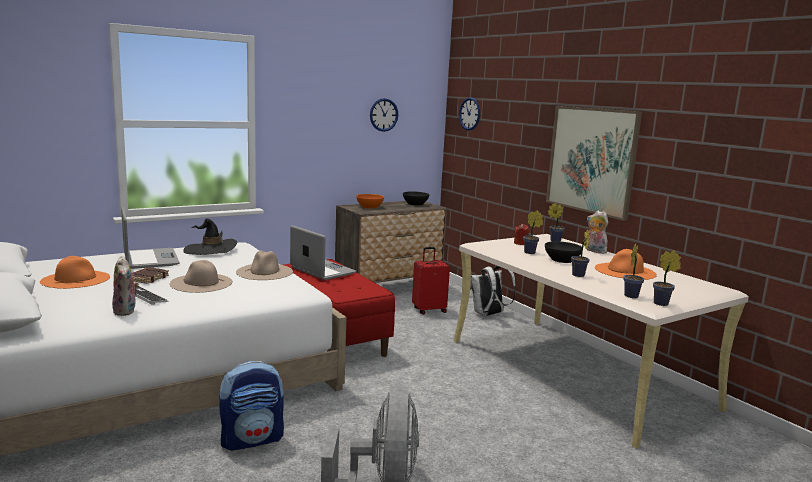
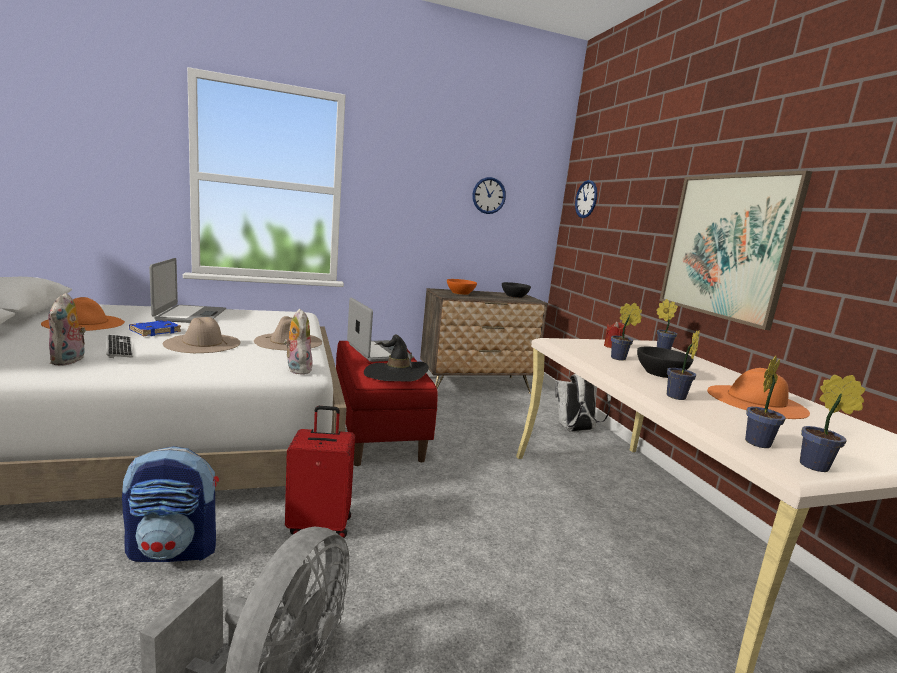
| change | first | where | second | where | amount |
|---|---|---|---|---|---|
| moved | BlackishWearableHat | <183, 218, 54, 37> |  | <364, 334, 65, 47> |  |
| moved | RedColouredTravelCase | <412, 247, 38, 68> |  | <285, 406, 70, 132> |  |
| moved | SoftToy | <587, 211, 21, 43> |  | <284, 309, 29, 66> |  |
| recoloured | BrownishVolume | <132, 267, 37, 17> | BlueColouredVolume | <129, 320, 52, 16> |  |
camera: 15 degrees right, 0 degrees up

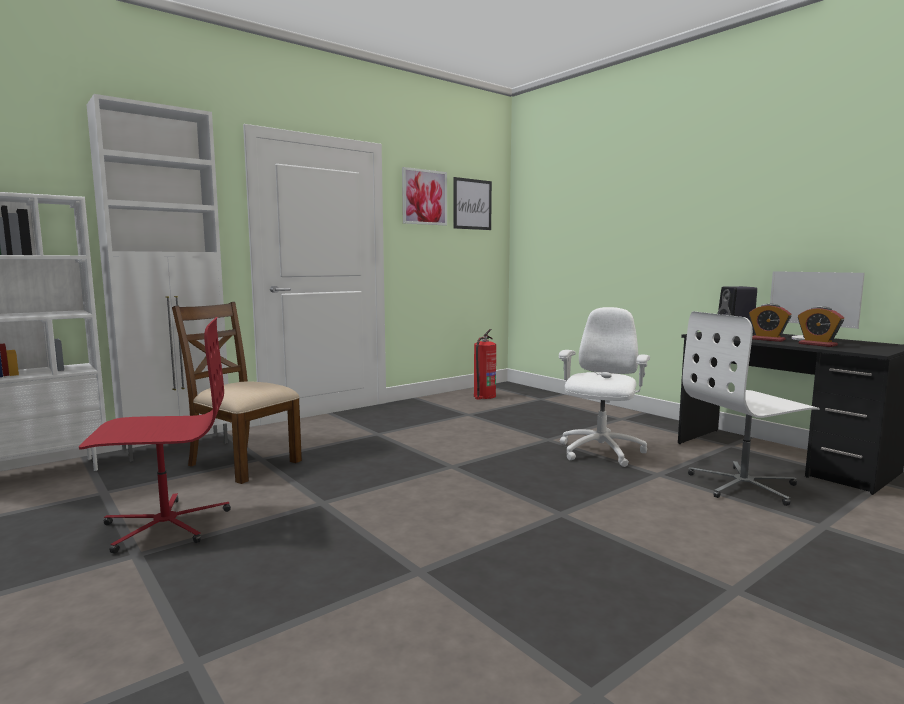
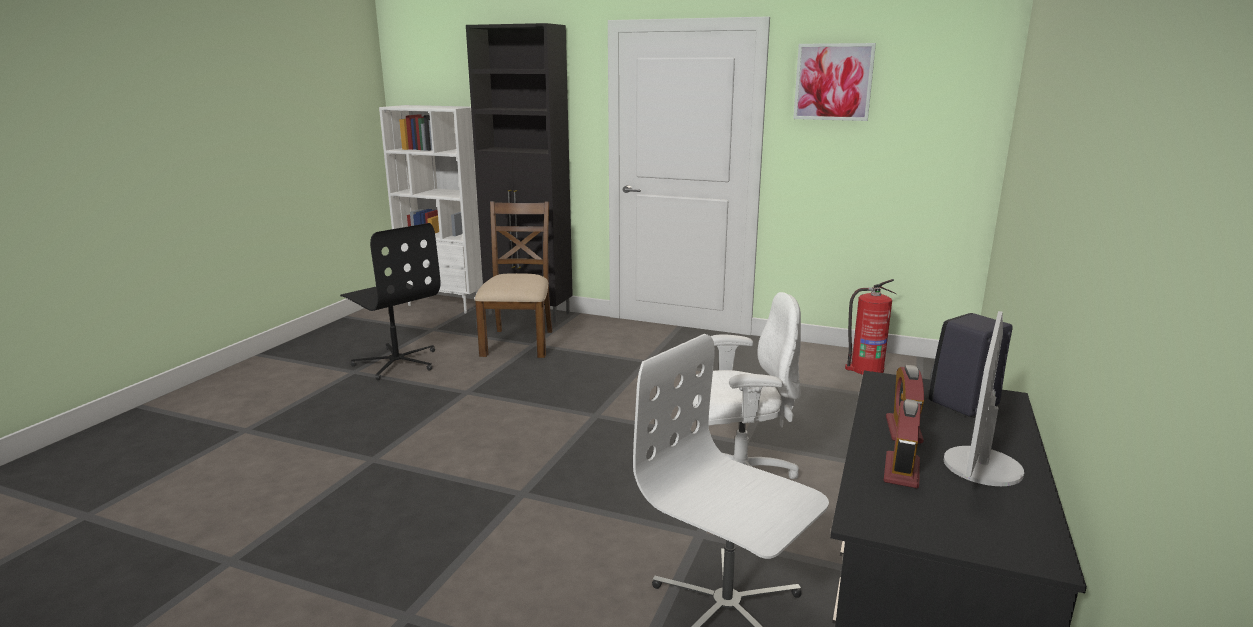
| change | first | where | second | where | amount |
|---|---|---|---|---|---|
| removed | WallPicture | <454, 177, 38, 53> |  |  |  |
| recoloured | RedColouredDeskChair | <79, 317, 152, 237> | BlackishDeskChair | <340, 223, 101, 157> |  |
| recoloured | WhiteColouredStorageCabinet | <87, 94, 144, 368> | BlackishStorageCabinet | <466, 23, 107, 300> |  |
camera: 60 degrees right, 10 degrees up

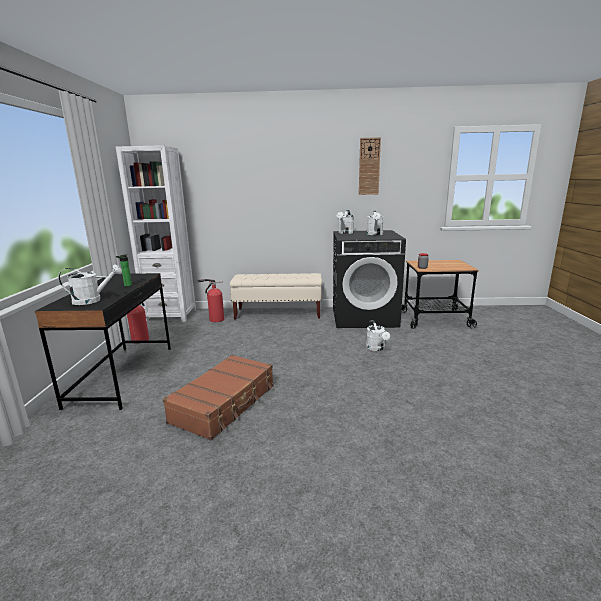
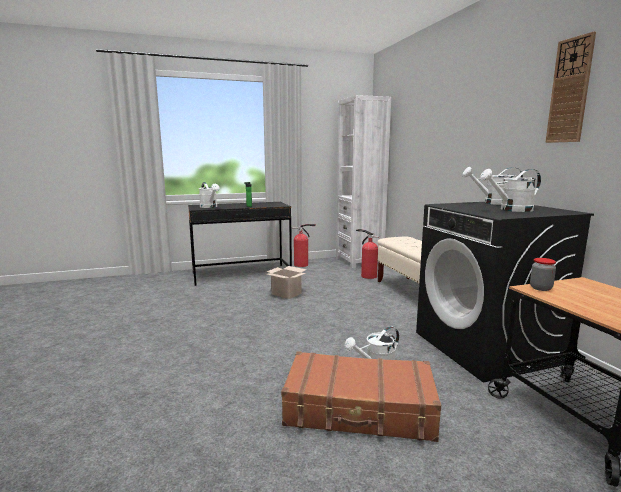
| change | first | where | second | where | amount |
|---|---|---|---|---|---|
| added |  |  | Carton | <266, 266, 41, 33> |  |
| moved | BrownishTravelCase | <163, 355, 111, 85> |  | <281, 351, 160, 91> |  |
camera: 70 degrees right, 5 degrees down

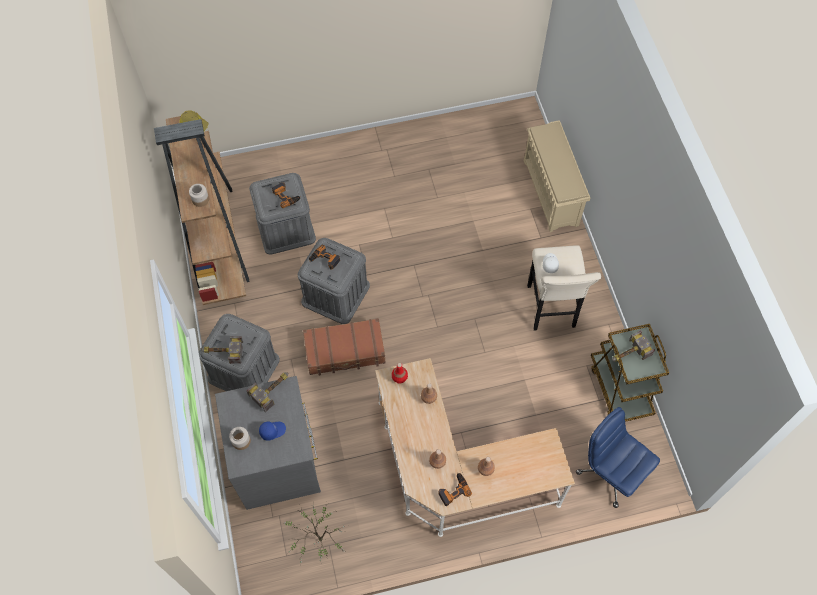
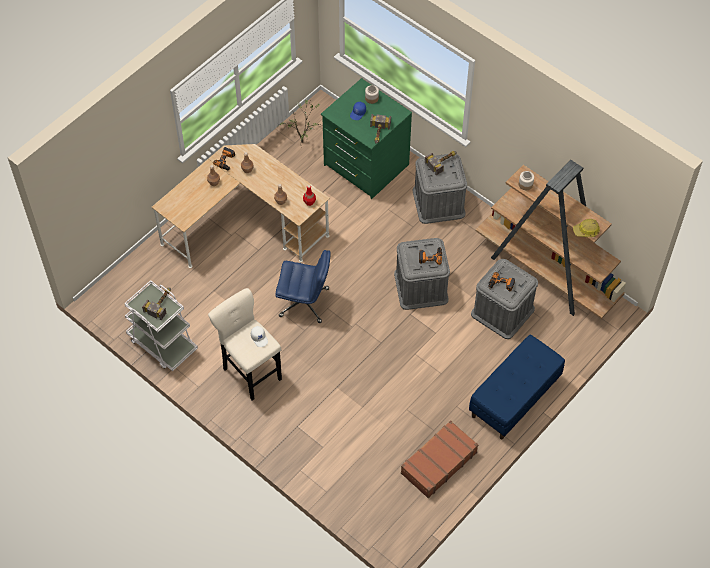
| change | first | where | second | where | amount |
|---|---|---|---|---|---|
| removed | BeigeColouredShoeRack | <524, 120, 66, 112> |  |  |  |
| added |  |  | BlueColouredBench | <469, 335, 96, 105> |  |
| moved | BrownishTravelCase | <303, 318, 83, 58> |  | <401, 420, 77, 78> |  |
| moved | BlueColouredDeskChair | <576, 407, 84, 101> |  | <275, 250, 55, 73> |  |
| recoloured | GreyChestOfDrawers | <215, 376, 106, 134> | GreenishChestOfDrawers | <321, 78, 91, 121> |  |
| recoloured | BrownishCart | <591, 324, 78, 98> | WhiteColouredCart | <124, 280, 74, 91> |  |
camera: 145 degrees right, 5 degrees down

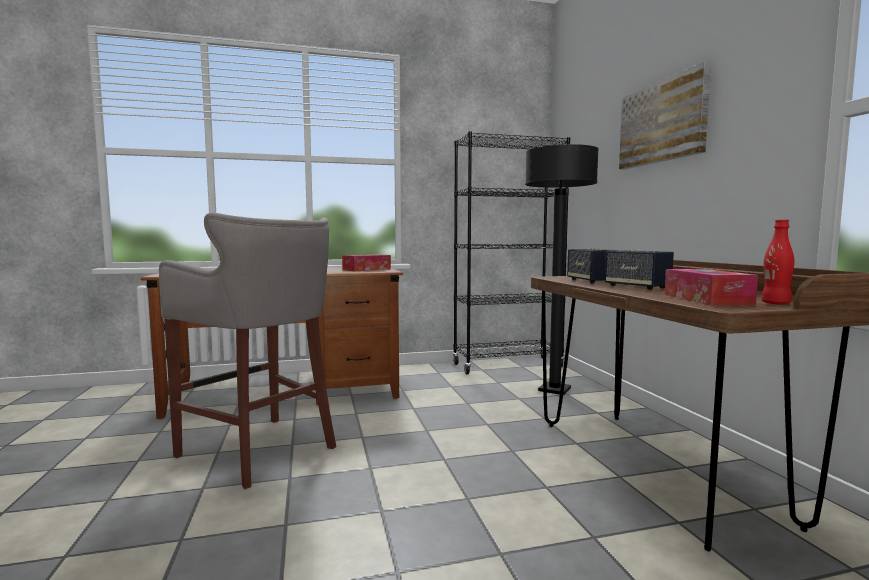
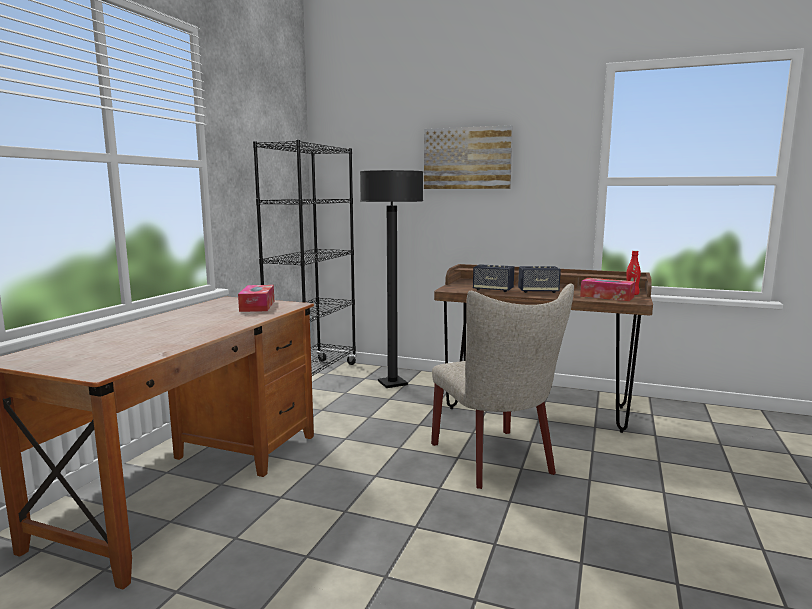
| change | first | where | second | where | amount |
|---|---|---|---|---|---|
| removed | GreyStool | <159, 213, 177, 276> |  |  |  |
| added |  |  | BeigeColouredChair | <431, 284, 143, 205> |  |
camera: 55 degrees left, 5 degrees up

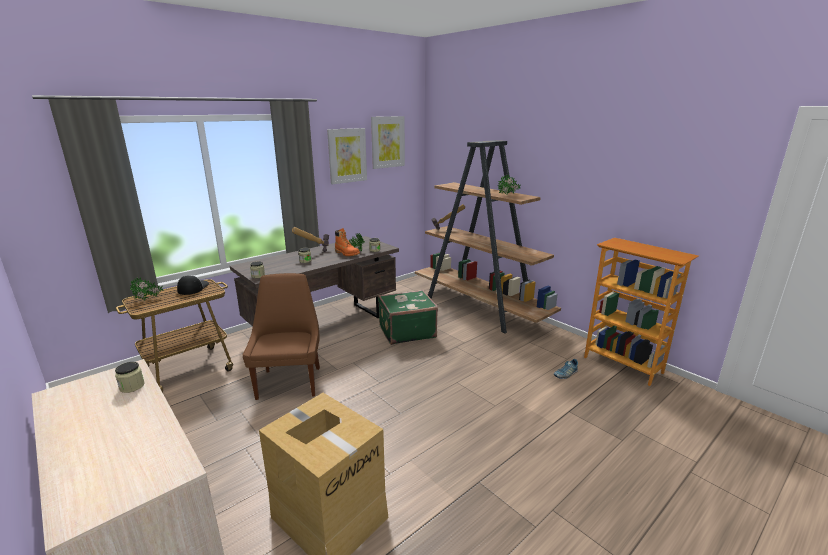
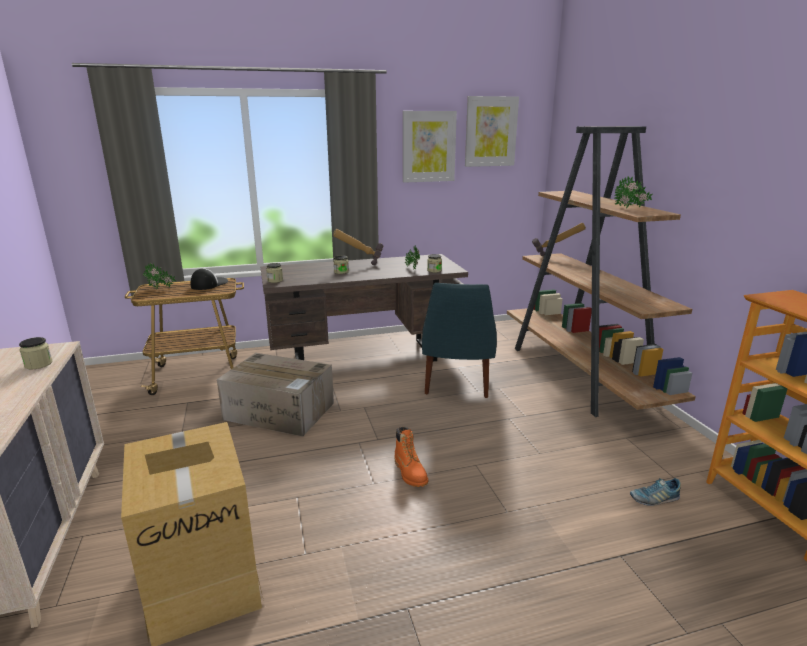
| change | first | where | second | where | amount |
|---|---|---|---|---|---|
| moved | OrangeyTallBoot | <335, 228, 25, 28> |  | <394, 426, 34, 61> |  |
| replaced | BrownishChair | <243, 273, 77, 127> | Carton | <217, 353, 117, 84> |  |
| replaced | GreenishTravelCase | <378, 290, 60, 55> | BlueColouredChair | <422, 283, 75, 115> |  |
camera: 25 degrees right, 0 degrees up

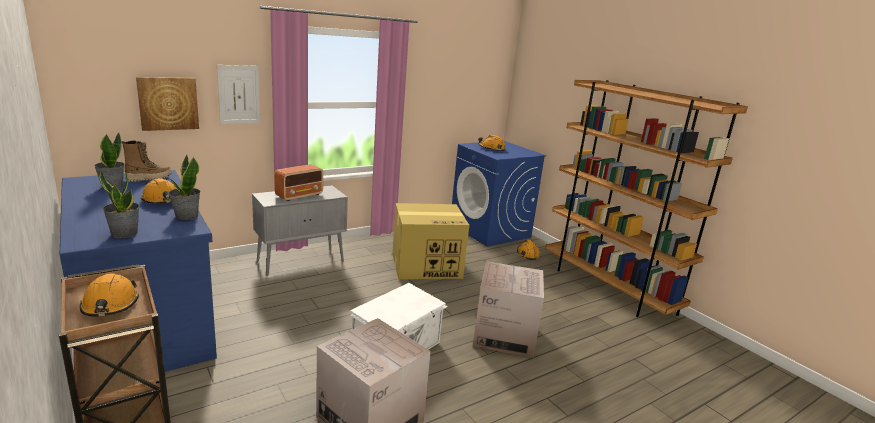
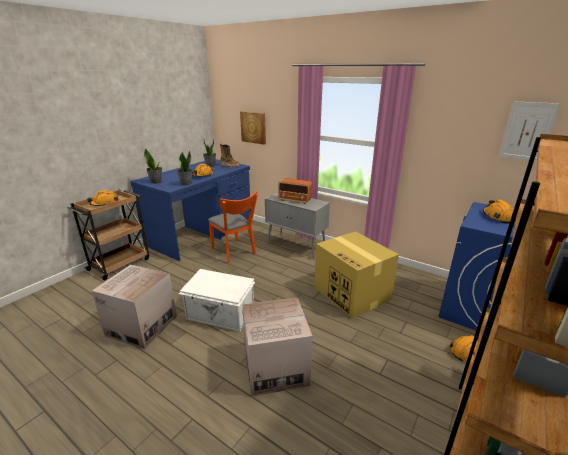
| change | first | where | second | where | amount |
|---|---|---|---|---|---|
| added |  |  | OrangeyChair | <208, 191, 50, 72> |  |
| moved | WallPicture | <217, 65, 43, 59> |  | <499, 101, 62, 60> |  |
camera: 70 degrees right, 5 degrees up

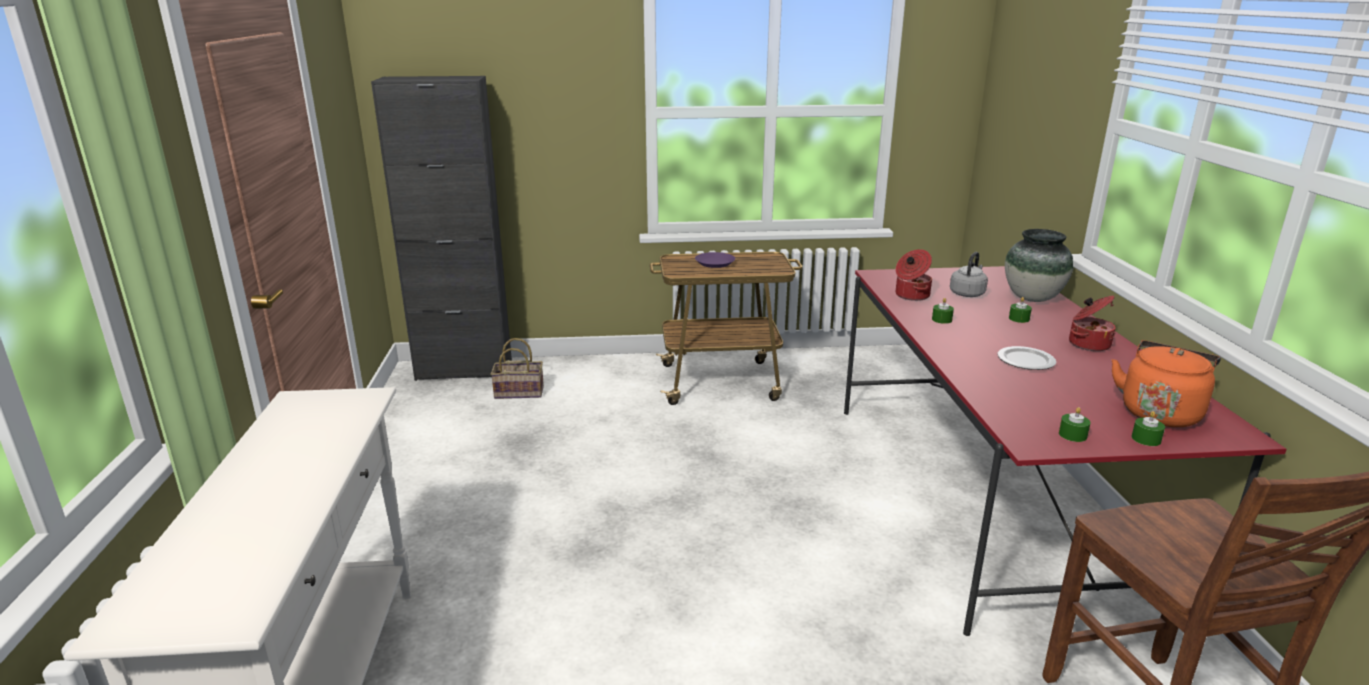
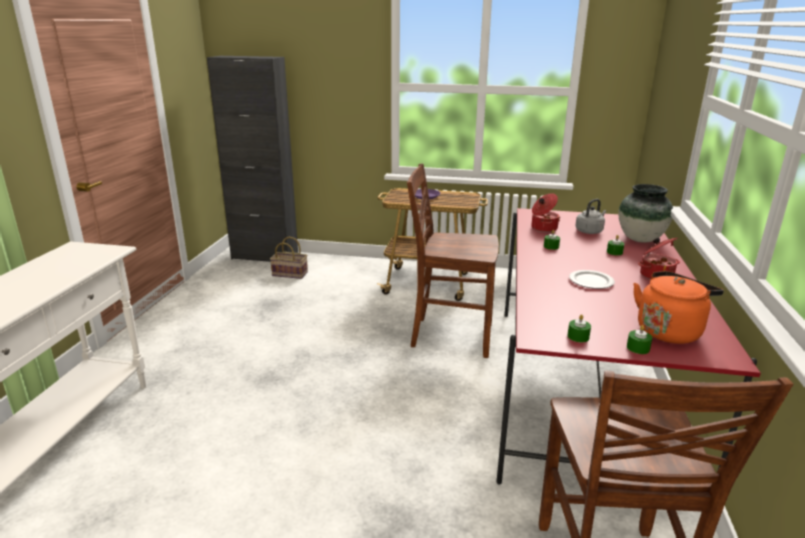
| change | first | where | second | where | amount |
|---|---|---|---|---|---|
| added |  |  | BrownishChair | <407, 164, 92, 194> |  |
camera: 15 degrees right, 0 degrees up

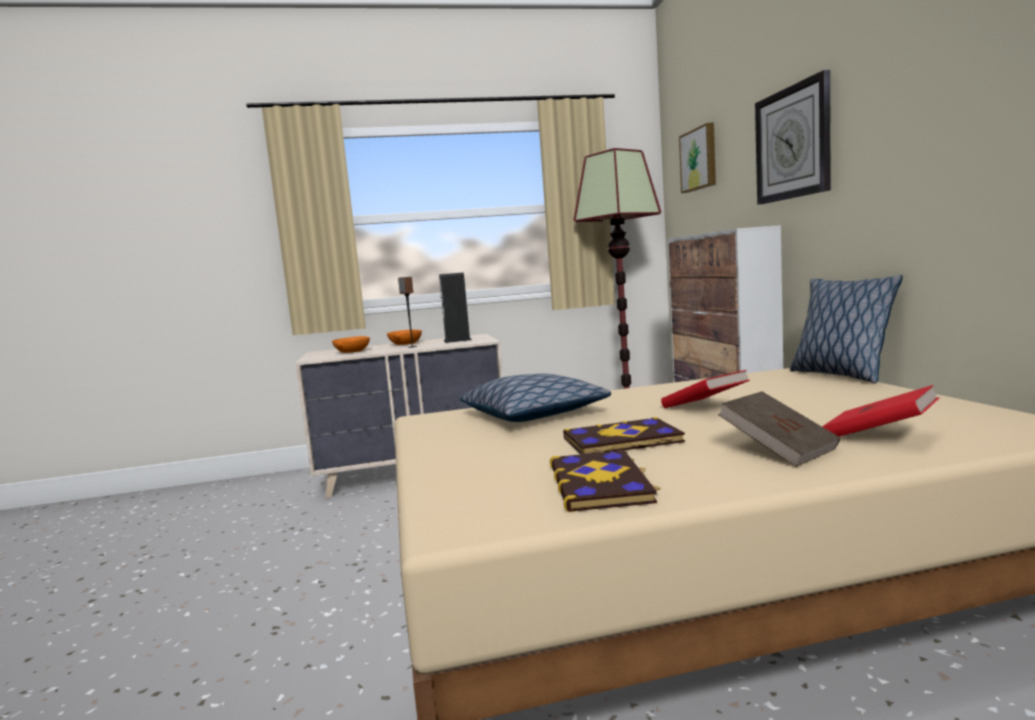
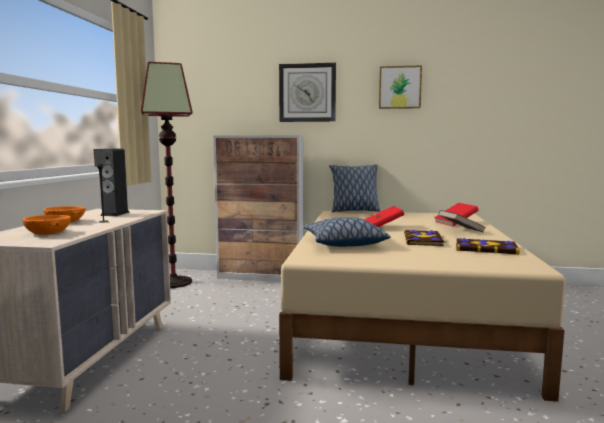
| change | first | where | second | where | amount |
|---|---|---|---|---|---|
| moved | WallPicture | <679, 122, 37, 71> |  | <379, 65, 43, 44> |  |
camera: 70 degrees left, 0 degrees up

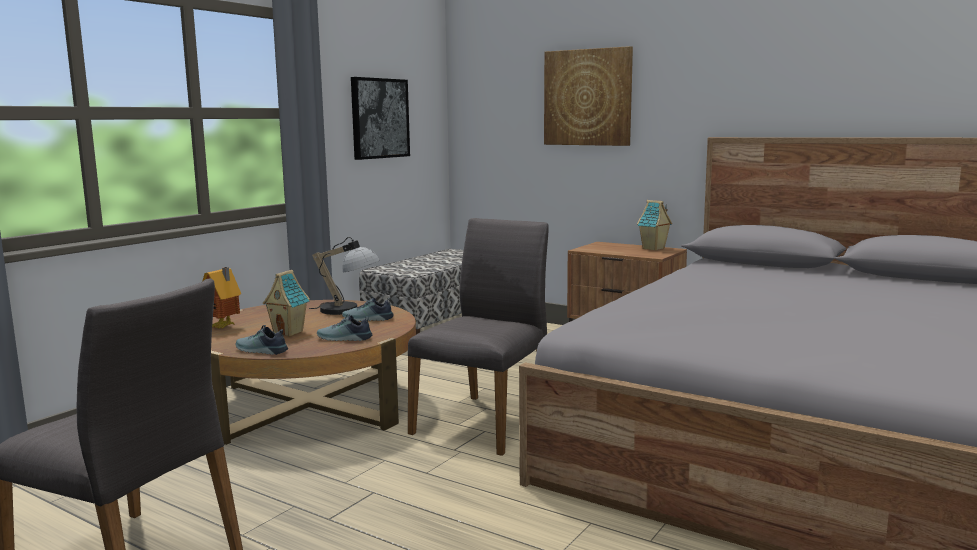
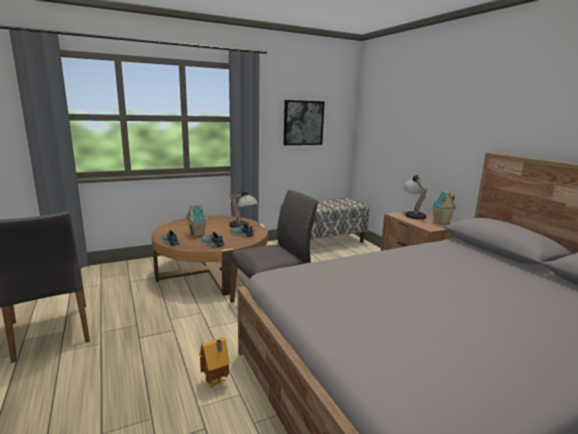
| change | first | where | second | where | amount |
|---|---|---|---|---|---|
| removed | WallPicture | <544, 46, 89, 100> |  |  |  |
| added |  |  | TableLamp | <402, 175, 25, 46> |  |
| moved | MiniatureHouse | <202, 267, 39, 62> |  | <200, 337, 30, 51> |  |
camera: 30 degrees right, 5 degrees up

